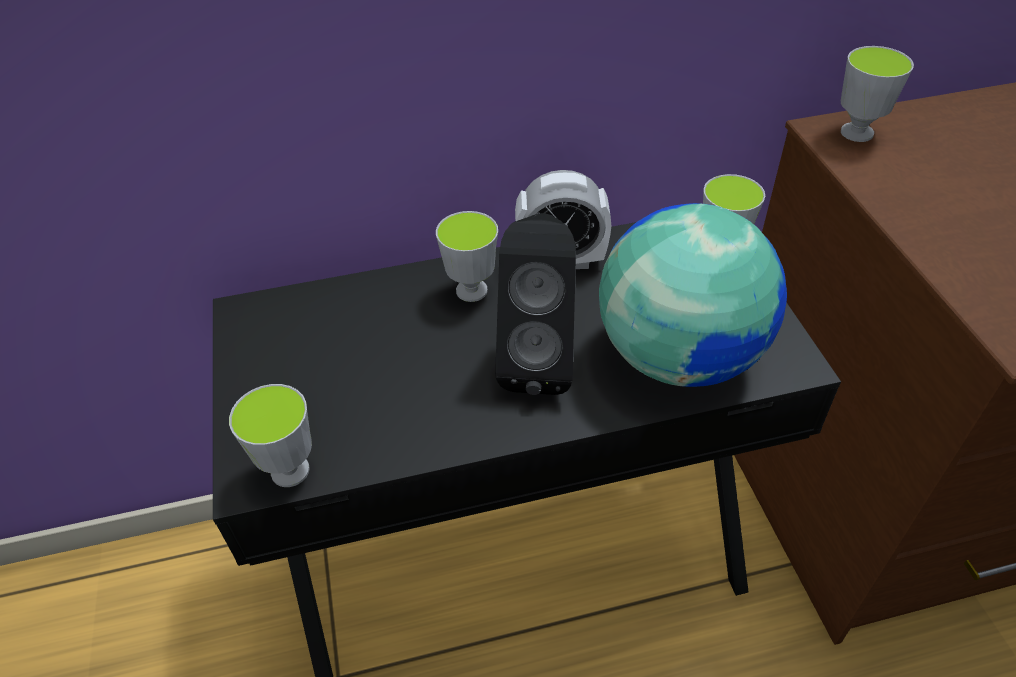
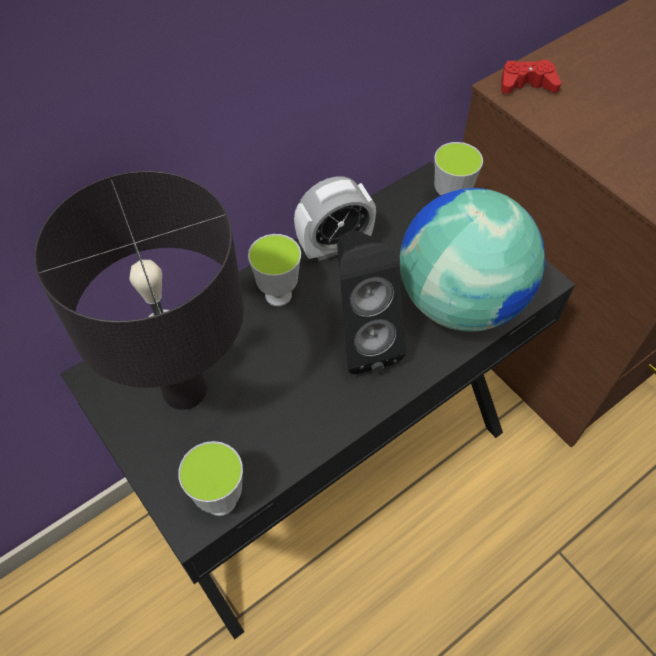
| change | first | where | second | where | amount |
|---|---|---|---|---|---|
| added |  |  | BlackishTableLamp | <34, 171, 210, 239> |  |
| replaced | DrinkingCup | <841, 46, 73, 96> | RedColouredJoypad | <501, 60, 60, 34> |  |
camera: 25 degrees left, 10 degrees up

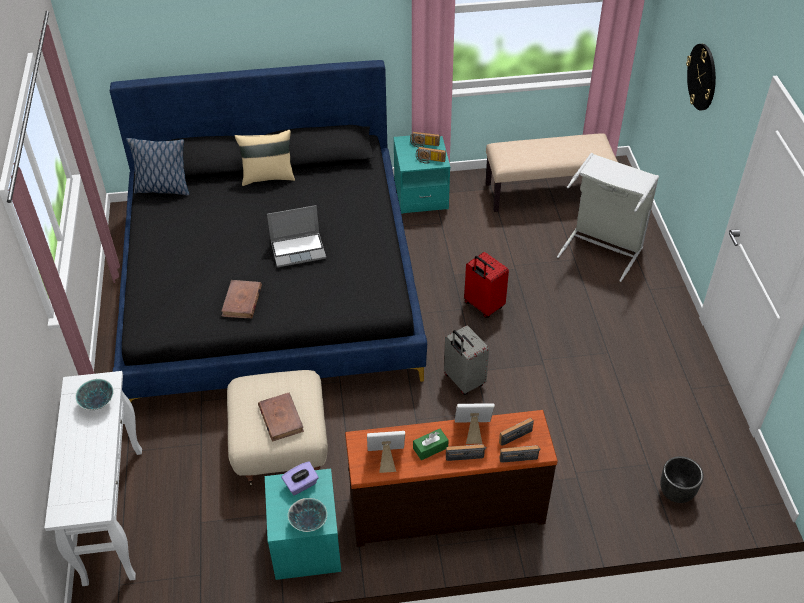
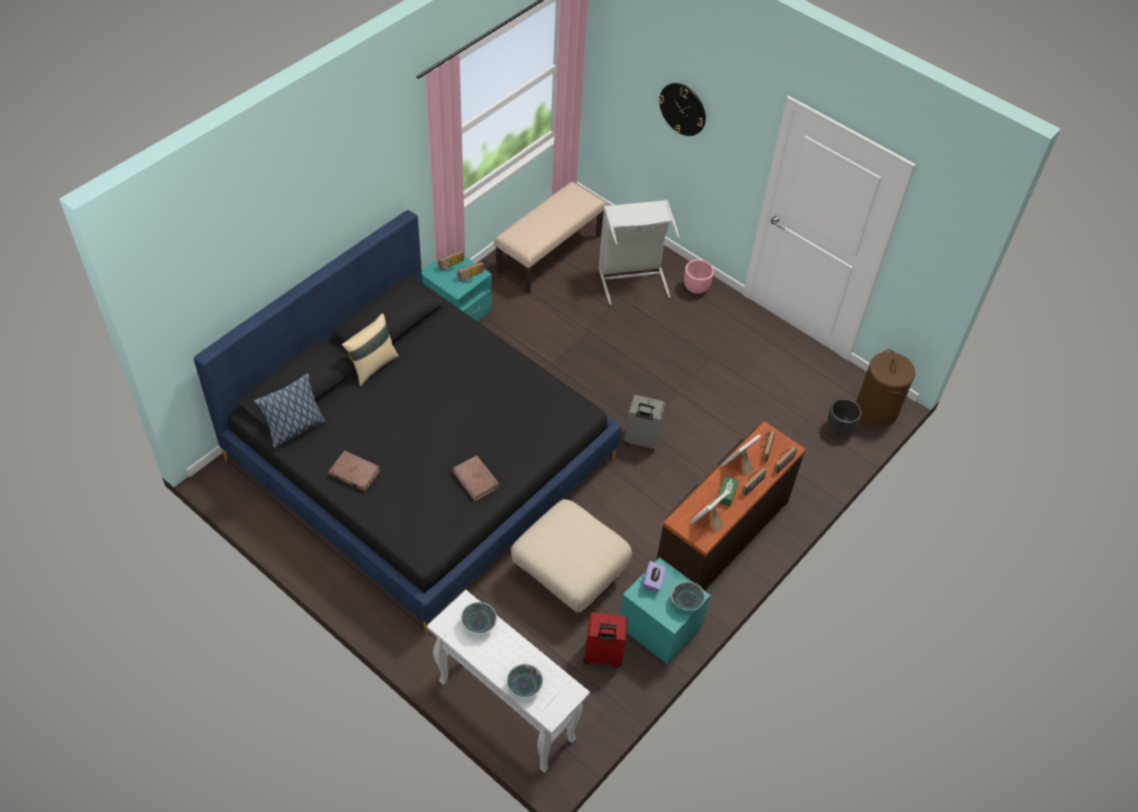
| change | first | where | second | where | amount |
|---|---|---|---|---|---|
| removed | Laptop | <267, 205, 59, 62> |  |  |  |
| added |  |  | ServingBowl | <507, 664, 36, 34> |  |
| added |  |  | PinkColouredFlowerPot | <684, 260, 30, 34> |  |
| added |  |  | BrownishWashingBasket | <856, 349, 59, 77> |  |
| moved | BrownishVolume | <258, 392, 46, 49> |  | <328, 451, 53, 40> |  |
| moved | RedColouredTravelCase | <464, 252, 45, 66> |  | <584, 612, 44, 55> |  |
camera: 45 degrees left, 5 degrees up

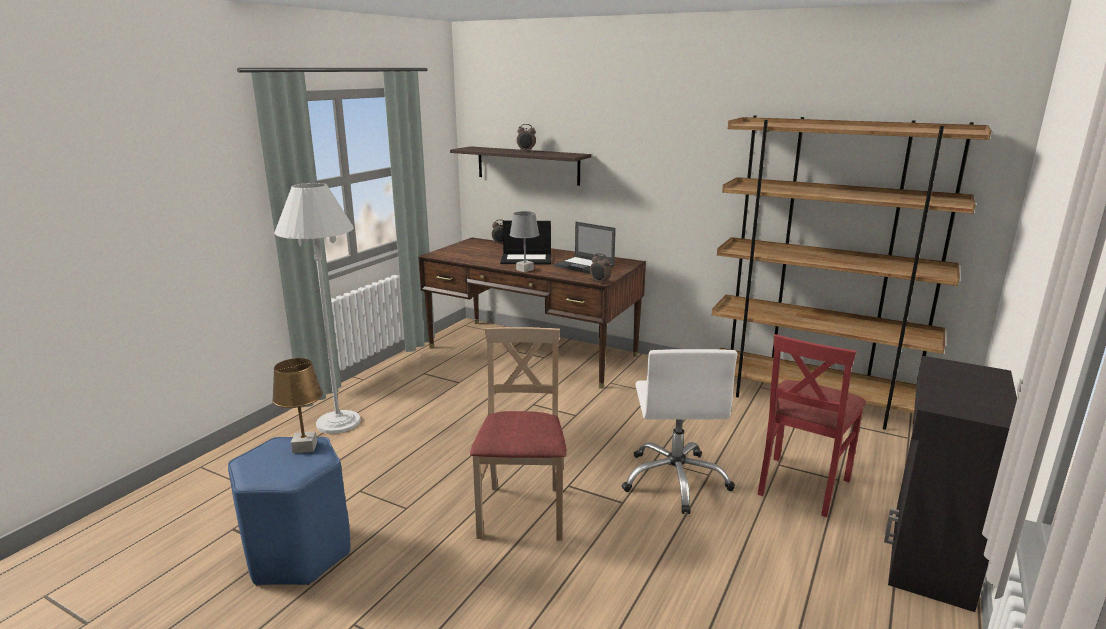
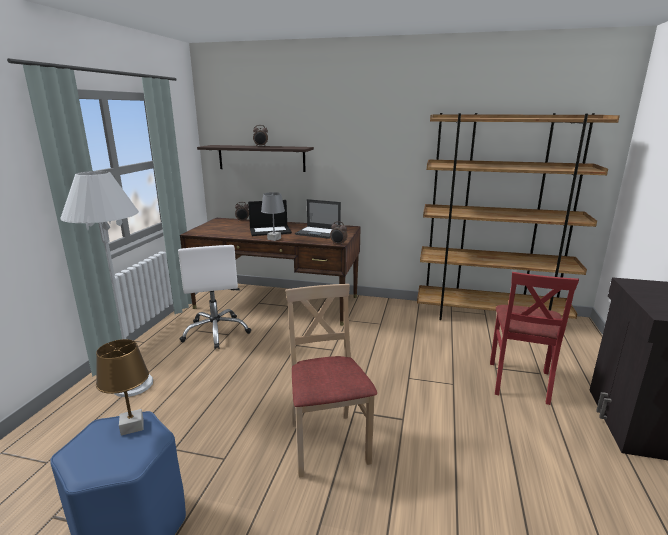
| change | first | where | second | where | amount |
|---|---|---|---|---|---|
| moved | WhiteColouredDeskChair | <622, 349, 115, 165> |  | <178, 245, 73, 104> |  |
camera: 15 degrees left, 0 degrees up

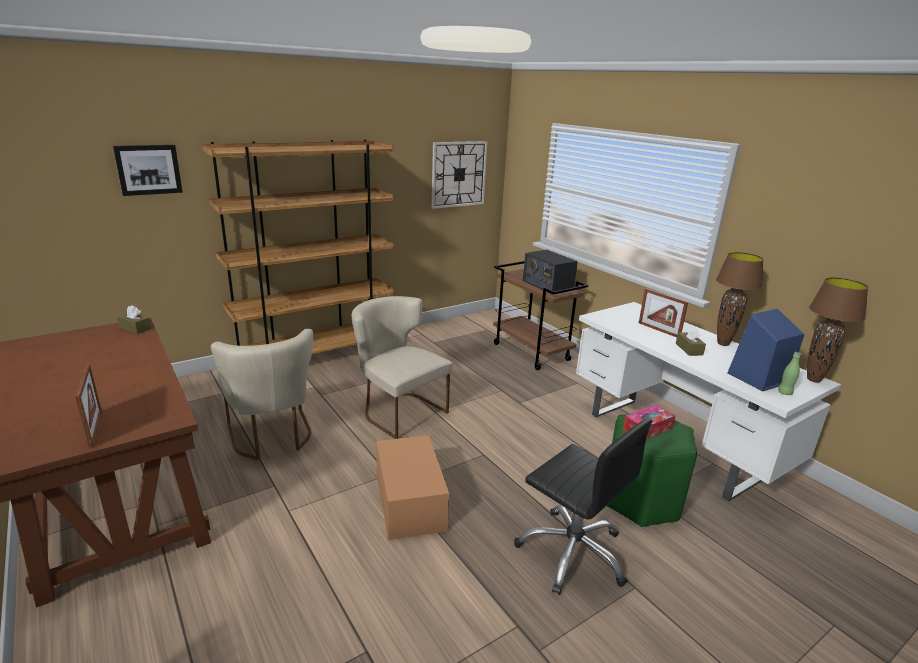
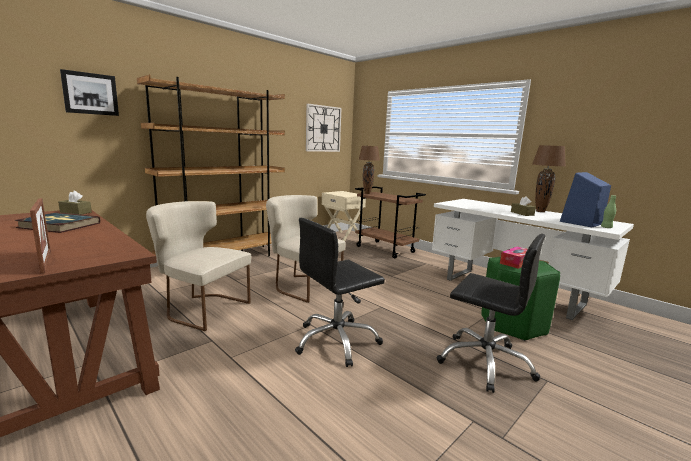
| change | first | where | second | where | amount |
|---|---|---|---|---|---|
| removed | Radio | <523, 250, 55, 44> |  |  |  |
| removed | PictureFrame | <639, 288, 49, 49> |  |  |  |
| added |  |  | Volume | <15, 212, 85, 21> |  |
| added |  |  | BeigeColouredBedsideTable | <322, 191, 44, 50> |  |
| moved | BrownishTableLamp | <807, 278, 61, 104> |  | <359, 146, 21, 48> |  |
| replaced | Carton | <376, 435, 73, 105> | BlackishDeskChair | <295, 218, 90, 149> |  |
| turned | BeigeColouredChair | <211, 329, 102, 131> |  | <146, 201, 105, 130> | 150 degrees clockwise |
camera: 10 degrees left, 10 degrees down

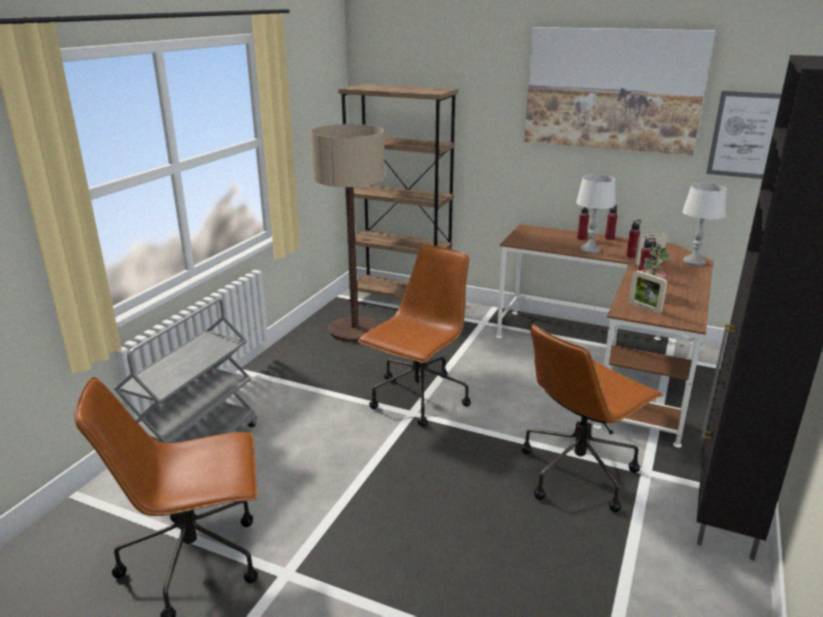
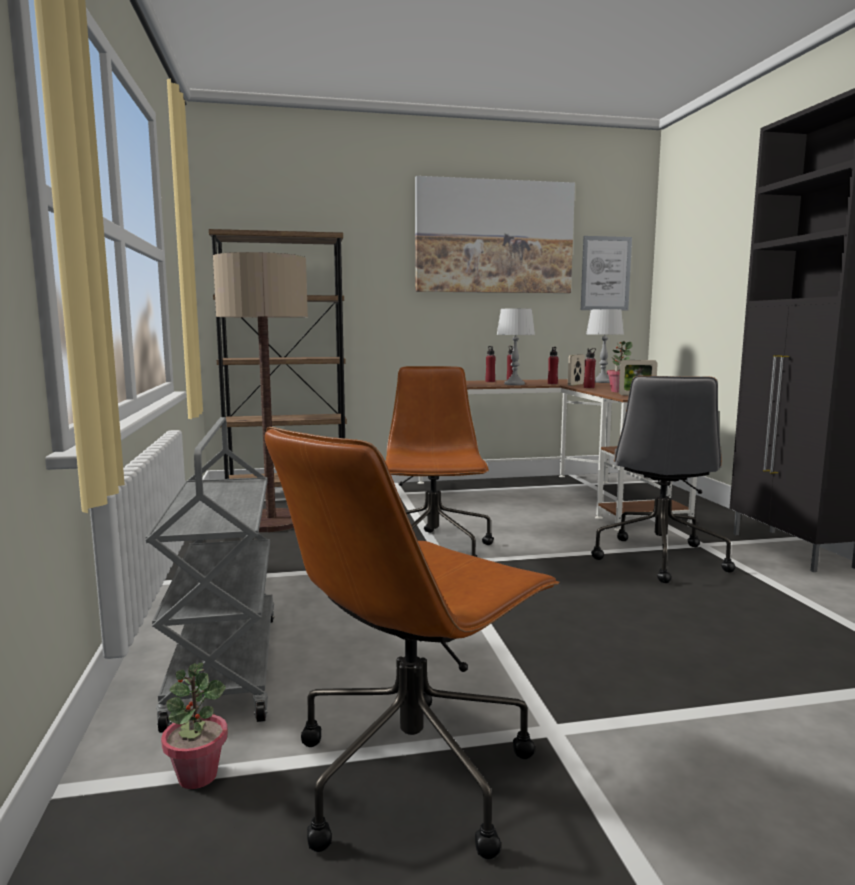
| change | first | where | second | where | amount |
|---|---|---|---|---|---|
| added |  |  | PlantInAPot | <161, 663, 67, 126> |  |
| recoloured | BrownishDeskChair | <522, 324, 141, 188> | GreyDeskChair | <591, 376, 144, 207> |  |
camera: 35 degrees left, 15 degrees down

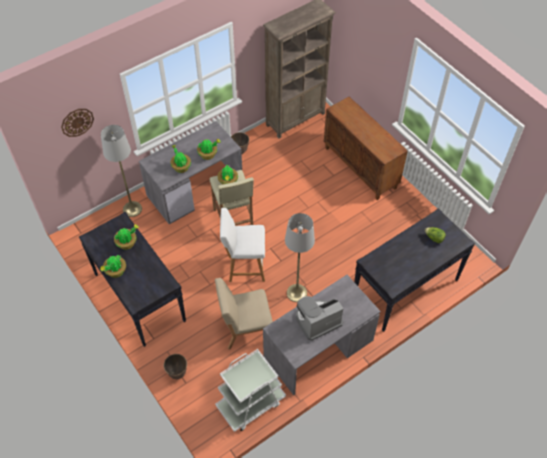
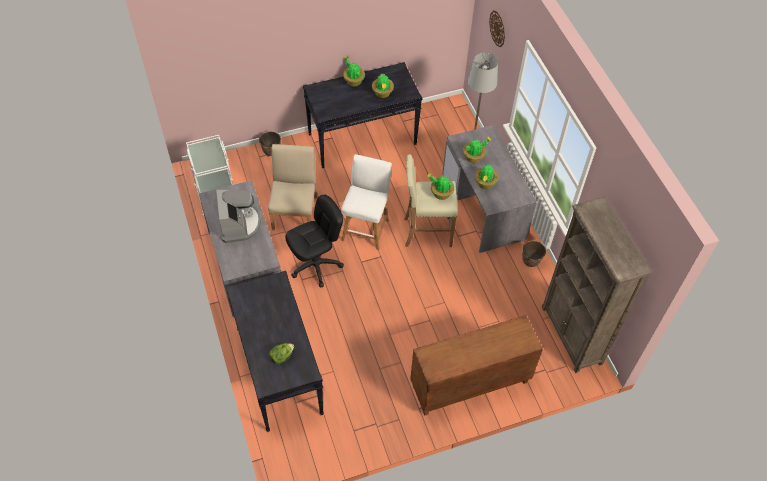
| change | first | where | second | where | amount |
|---|---|---|---|---|---|
| replaced | GreyStandingLamp | <285, 213, 30, 89> | BlackishDeskChair | <285, 195, 59, 93> |  |
camera: 105 degrees right, 0 degrees up

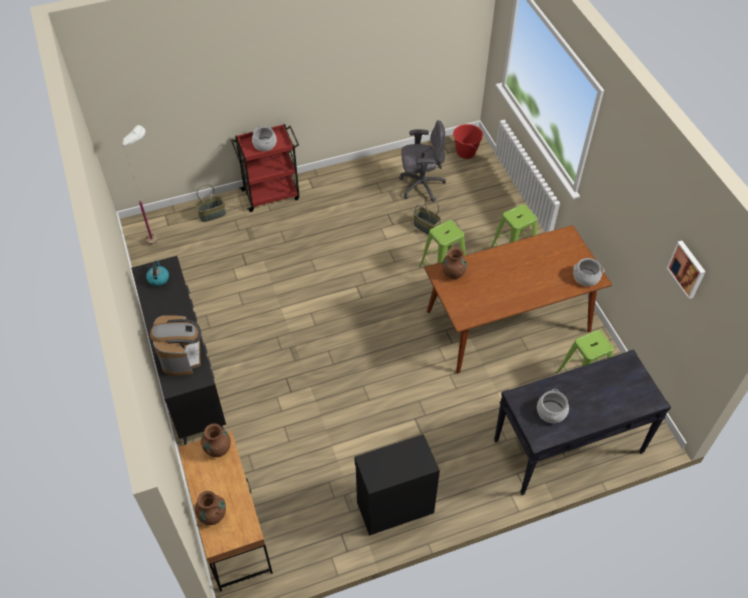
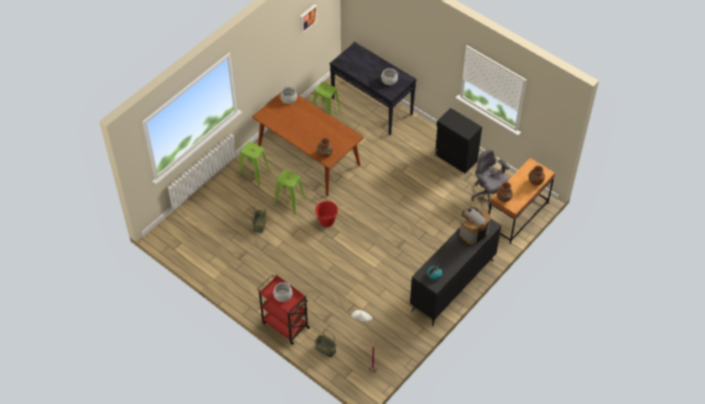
| change | first | where | second | where | amount |
|---|---|---|---|---|---|
| moved | GreyDeskChair | <399, 120, 47, 82> |  | <472, 149, 38, 60> |  |
| moved | RedColouredBucket | <453, 124, 30, 35> |  | <315, 201, 23, 26> |  |
camera: 120 degrees left, 0 degrees up

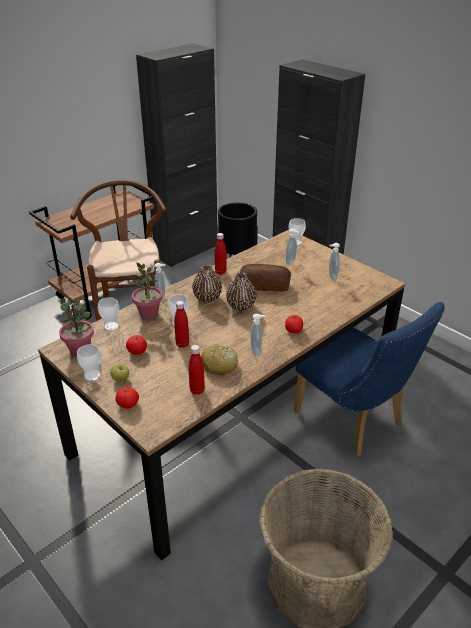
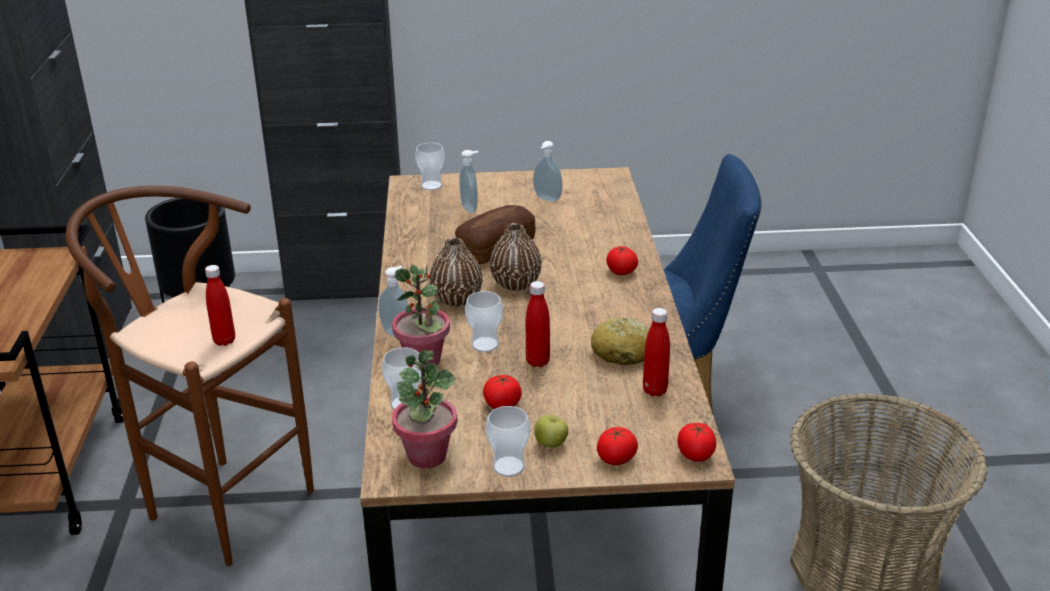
| change | first | where | second | where | amount |
|---|---|---|---|---|---|
| removed | LiquidSoapBottle | <250, 314, 15, 42> |  |  |  |
| added |  |  | Tomato | <677, 423, 39, 39> |  |
| moved | RedColouredDrinkBottle | <215, 233, 12, 42> |  | <205, 265, 30, 81> |  |
camera: 50 degrees left, 5 degrees down

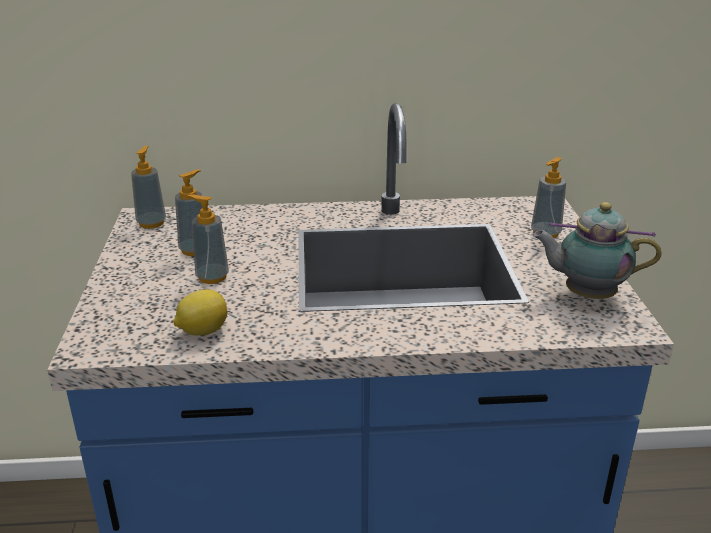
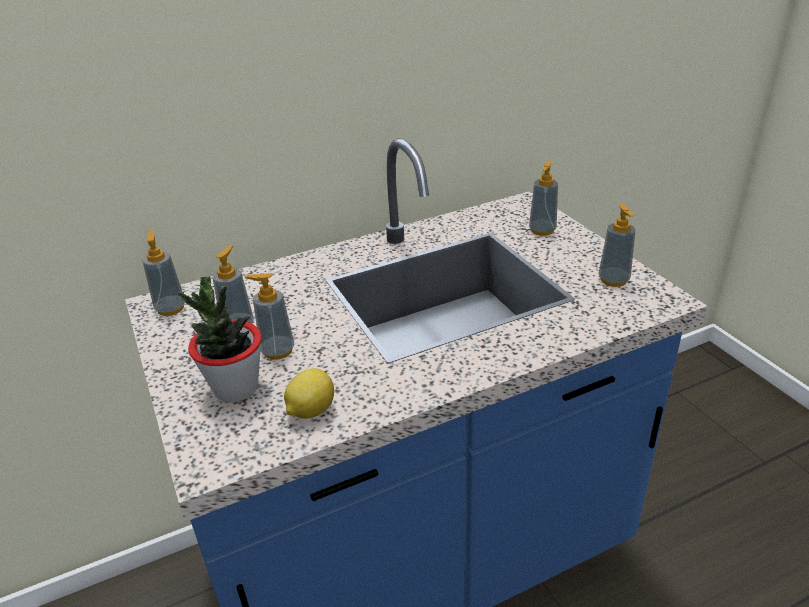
| change | first | where | second | where | amount |
|---|---|---|---|---|---|
| added |  |  | PlantInAPot | <179, 277, 83, 126> |  |
| replaced | PotForTea | <532, 202, 129, 97> | LiquidSoapBottle | <598, 204, 38, 83> |  |
camera: 20 degrees left, 5 degrees up

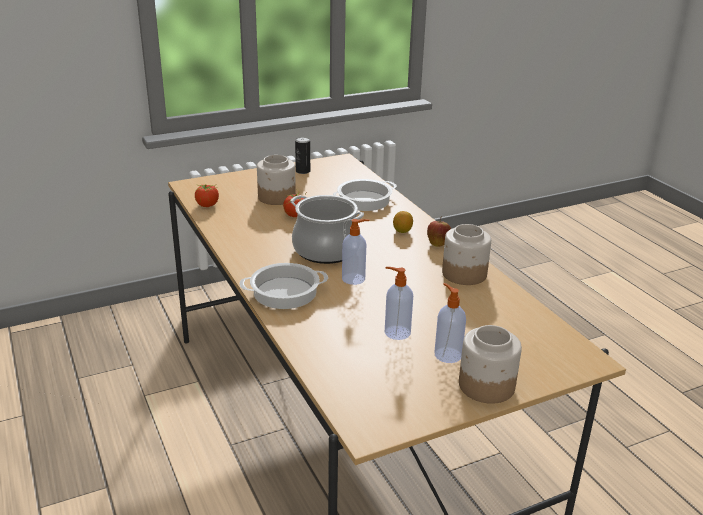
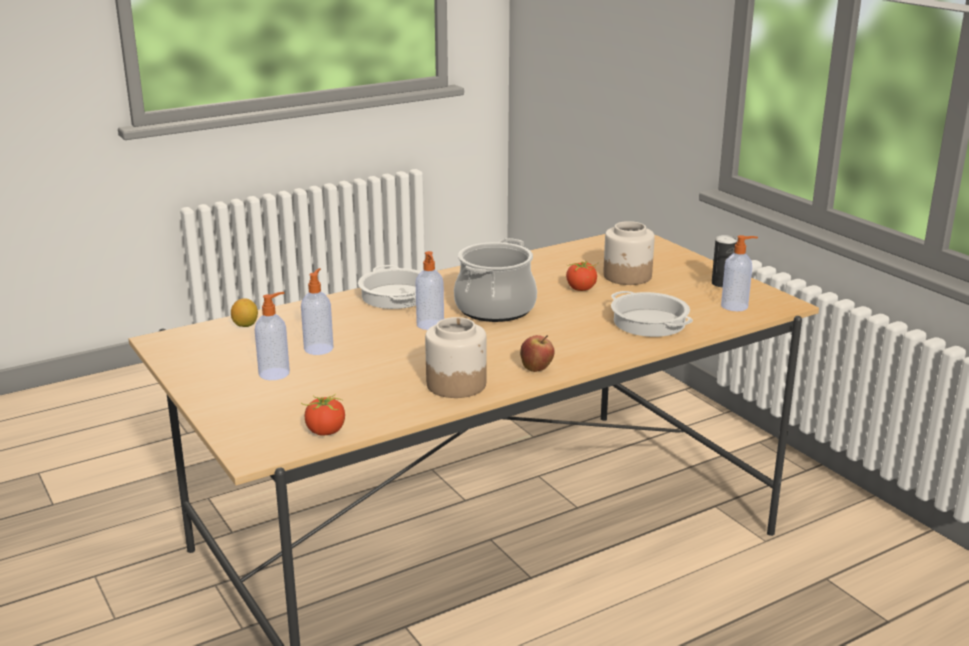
| change | first | where | second | where | amount |
|---|---|---|---|---|---|
| removed | StorageJar | <459, 325, 63, 79> |  |  |  |
| added |  |  | LiquidSoapBottle | <721, 235, 37, 76> |  |
| moved | Tomato | <195, 184, 24, 23> |  | <301, 395, 44, 41> |  |
| moved | WholeLemon | <393, 211, 20, 22> |  | <231, 298, 27, 29> |  |
camera: 85 degrees right, 5 degrees down

